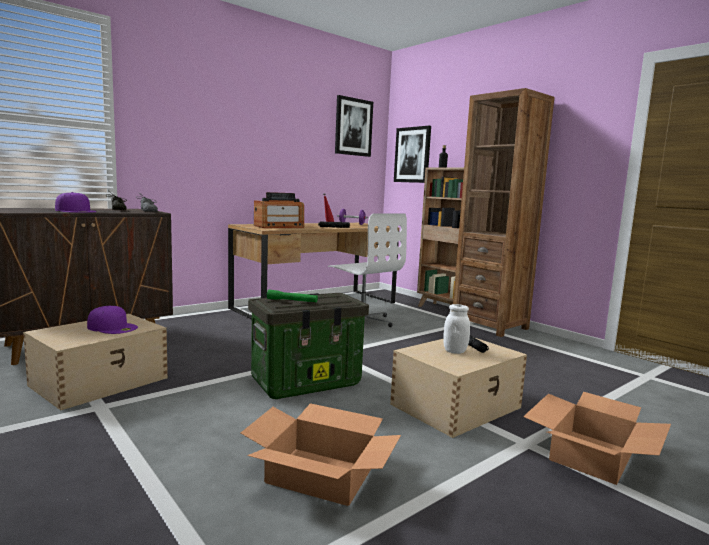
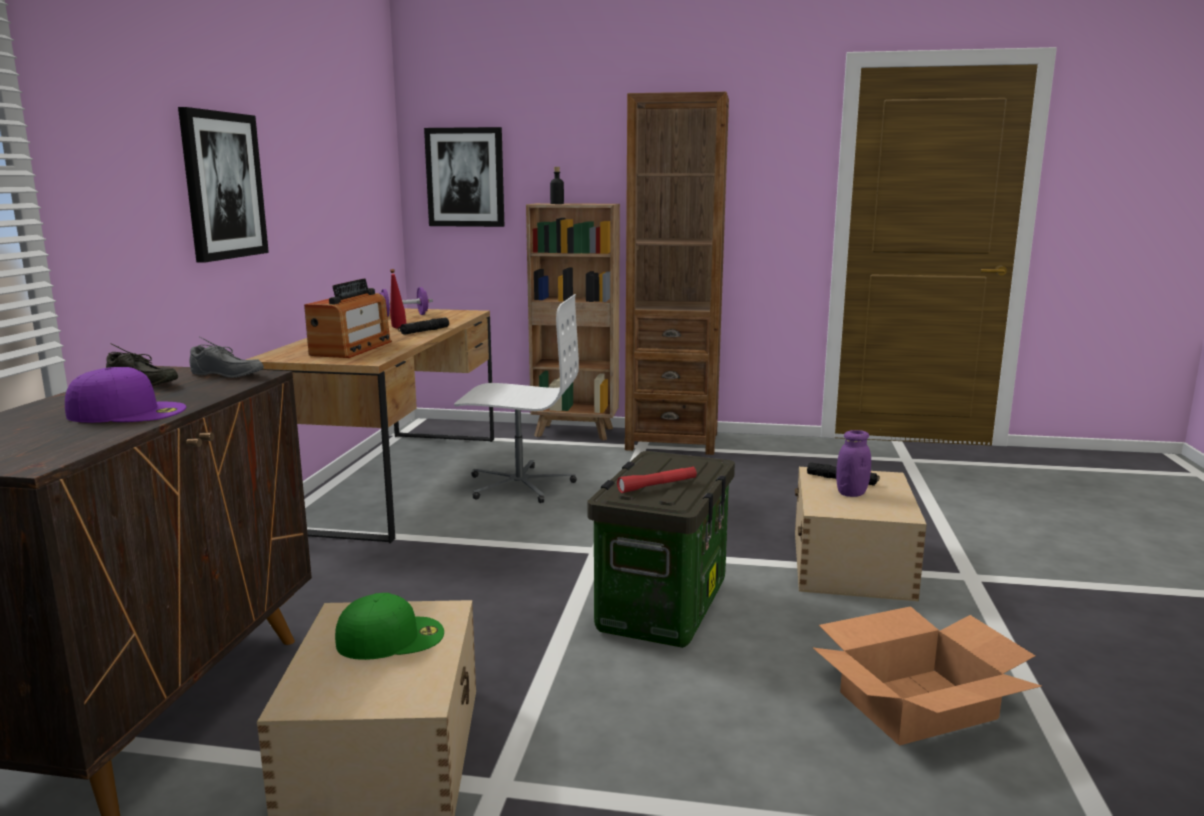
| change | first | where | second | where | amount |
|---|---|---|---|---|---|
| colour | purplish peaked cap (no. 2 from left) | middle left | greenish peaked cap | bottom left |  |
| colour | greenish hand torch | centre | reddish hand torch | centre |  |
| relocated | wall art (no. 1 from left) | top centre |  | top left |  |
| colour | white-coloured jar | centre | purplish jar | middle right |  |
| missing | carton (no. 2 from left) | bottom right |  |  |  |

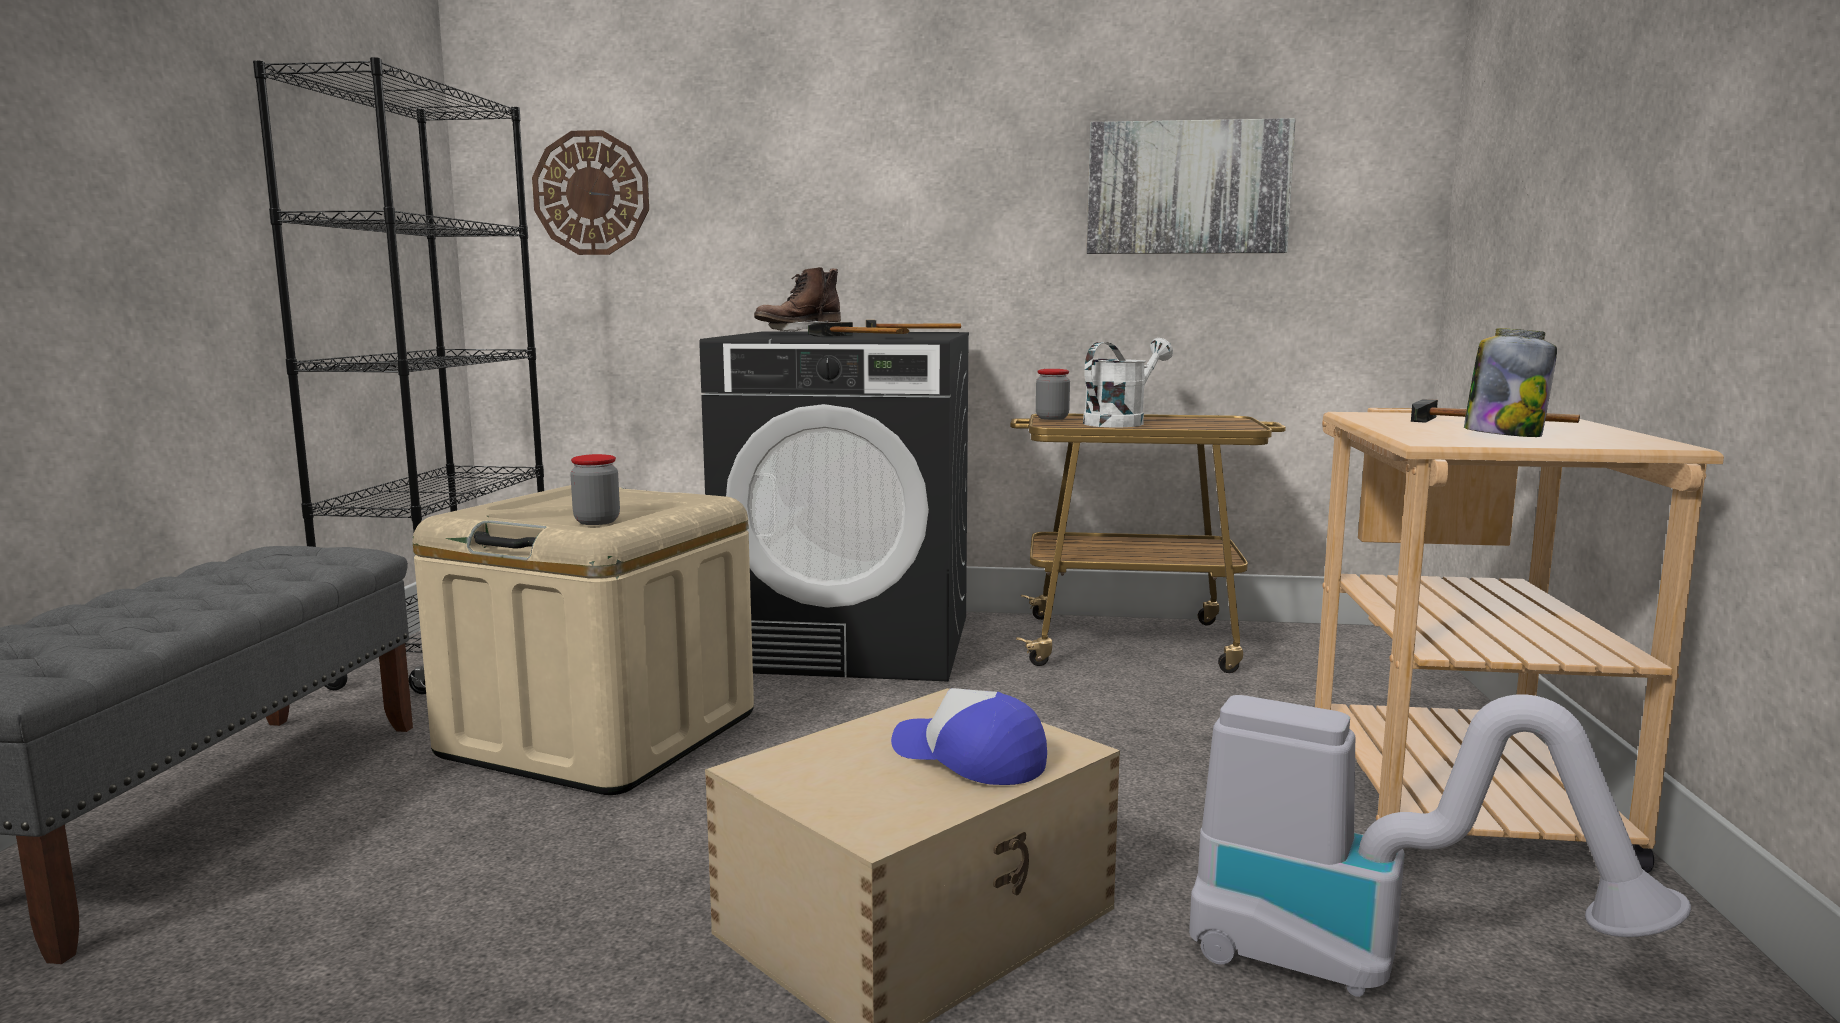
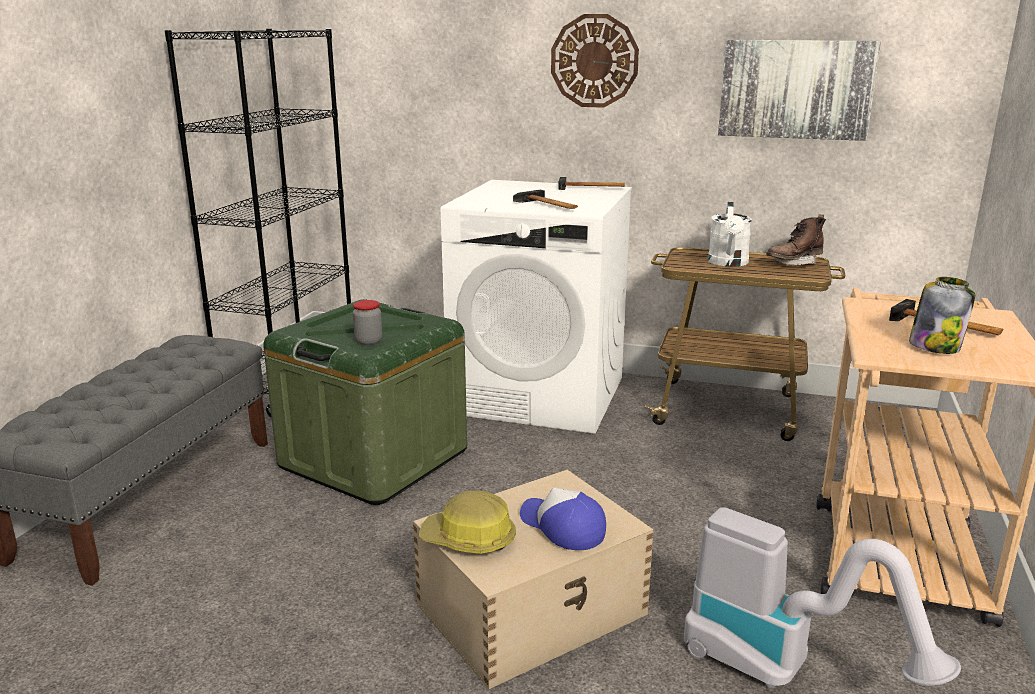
| change | first | where | second | where | amount |
|---|---|---|---|---|---|
| colour | beige-coloured storage container (no. 1 from left) | middle left | greenish storage container | centre |  |
| relocated | clock on the wall | top left |  | top centre |  |
| colour | black-coloured laundry machine | centre | white-coloured laundry machine | centre |  |
| relocated | brown boot | top centre |  | middle right |  |
| missing | jar (no. 2 from left) | centre |  |  |  |
| spun | white-coloured watering can | centre |  | middle right | 135 degrees clockwise |
| appeared |  |  | work helmet | bottom centre |  |

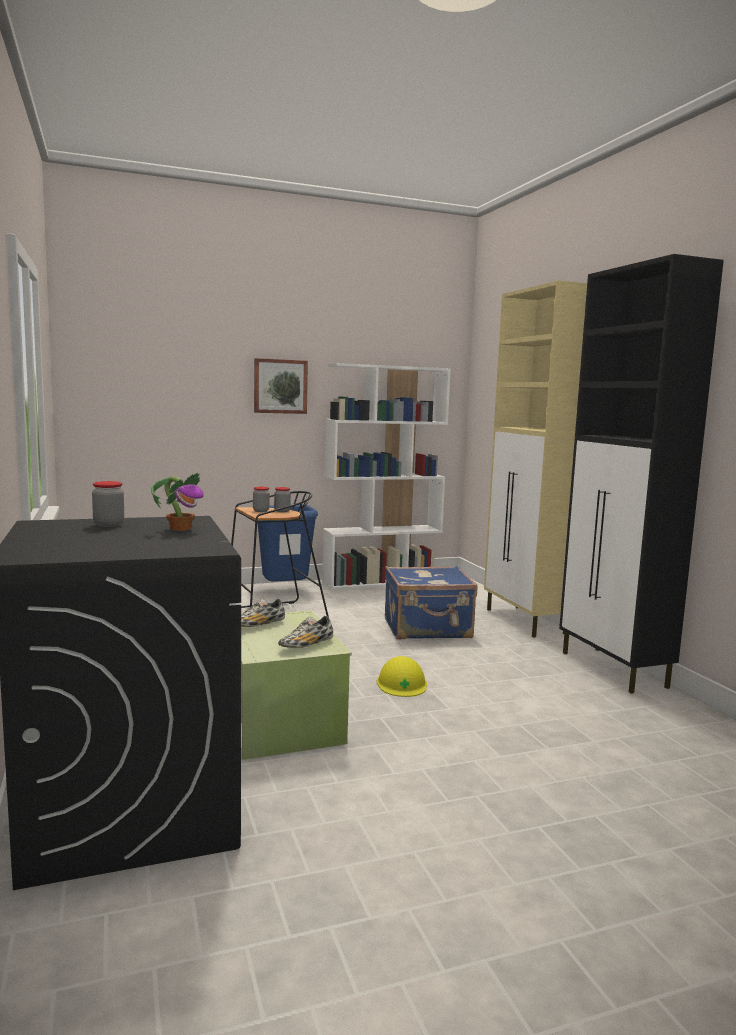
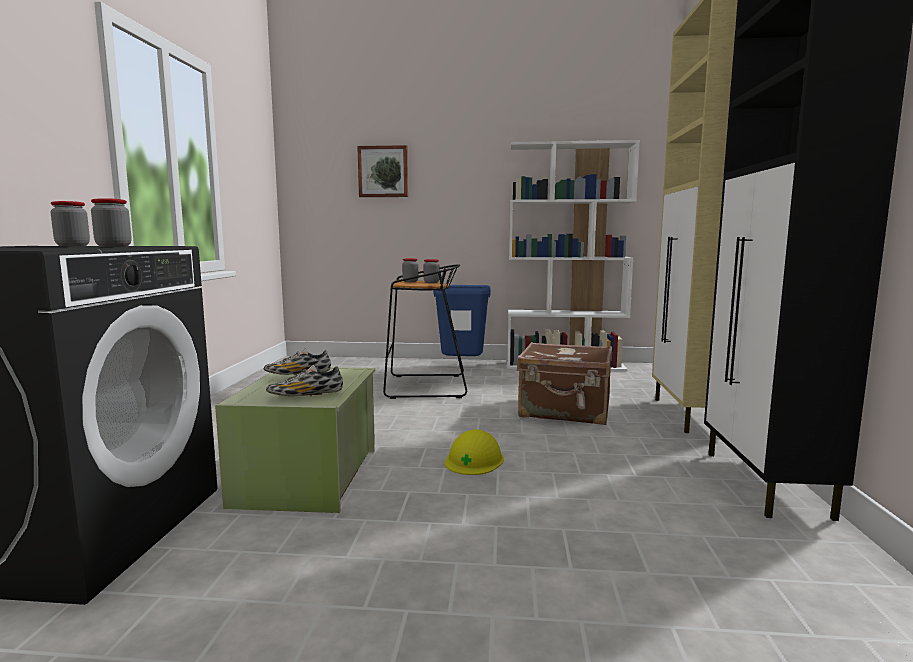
| change | first | where | second | where | amount |
|---|---|---|---|---|---|
| exchanged | houseplant | middle left | jar (no. 2 from left) | middle left |  |
| relocated | wall art | centre |  | top centre |  |
| colour | blue-coloured suitcase | centre | brown suitcase | centre |  |

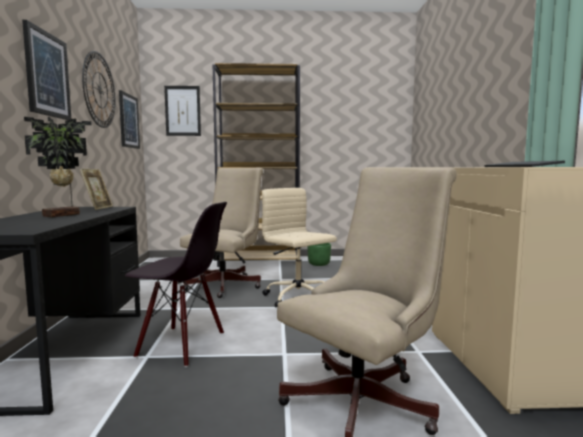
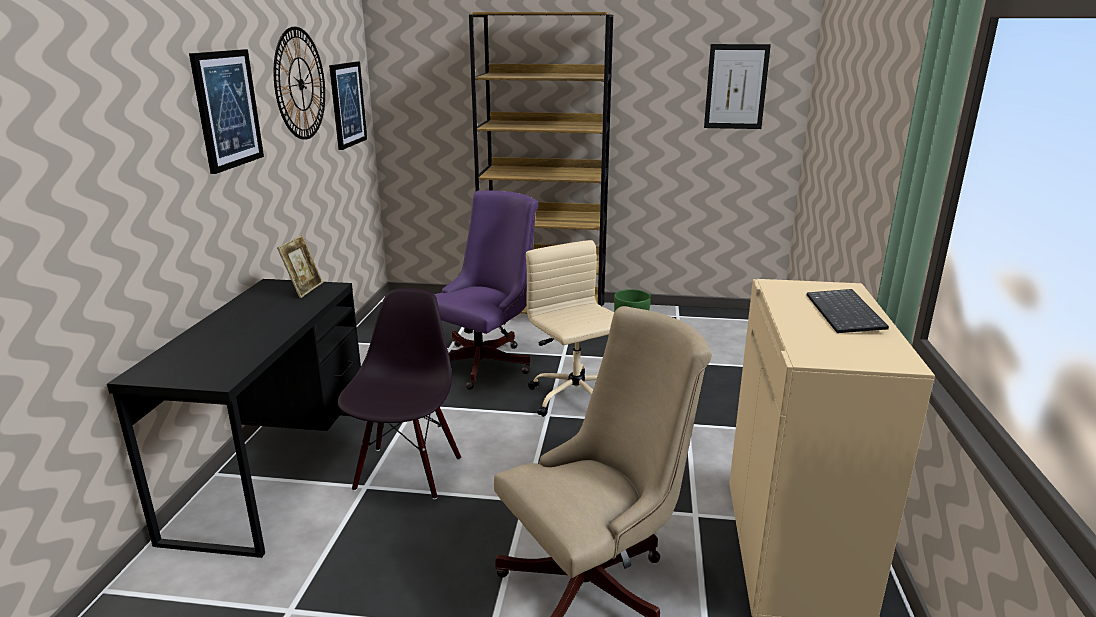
| change | first | where | second | where | amount |
|---|---|---|---|---|---|
| missing | houseplant | middle left |  |  |  |
| spun | black-coloured chair | middle left |  | centre | 105 degrees counterclockwise |
| relocated | wall art (no. 3 from left) | top left |  | top right |  |
| colour | beige-coloured office chair (no. 1 from left) | centre | purplish office chair | centre |  |

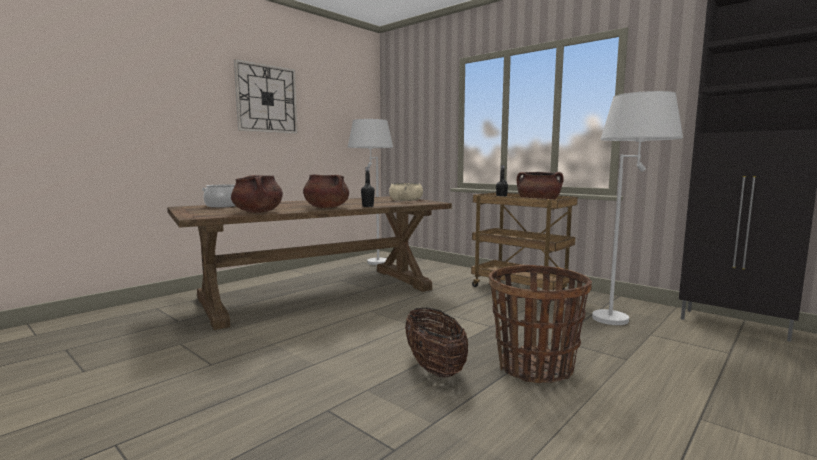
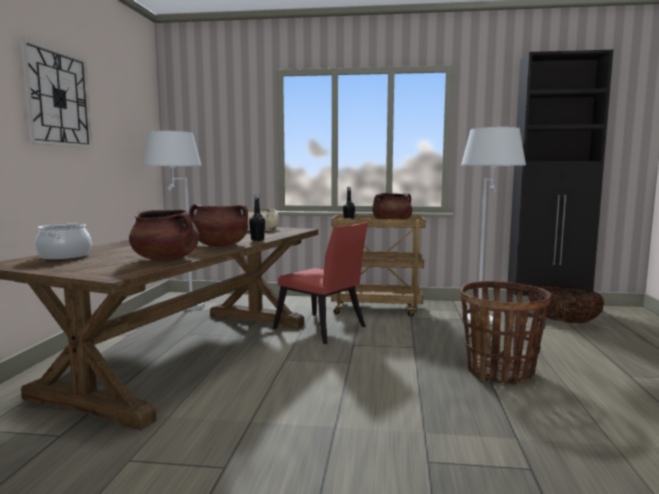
| change | first | where | second | where | amount |
|---|---|---|---|---|---|
| relocated | household basket (no. 1 from left in the first image) | bottom centre | household basket (no. 2 from left) | middle right |  |
| appeared |  |  | reddish chair | centre |  |

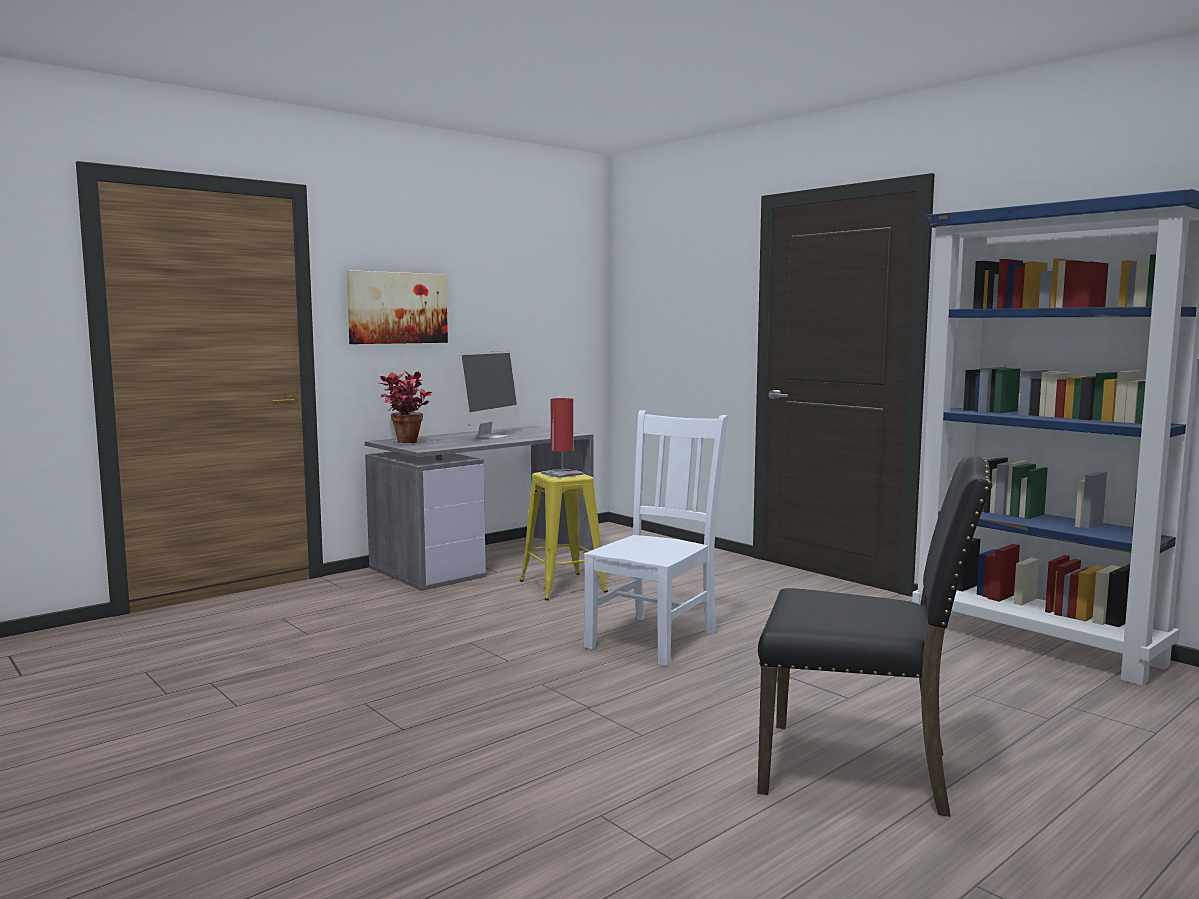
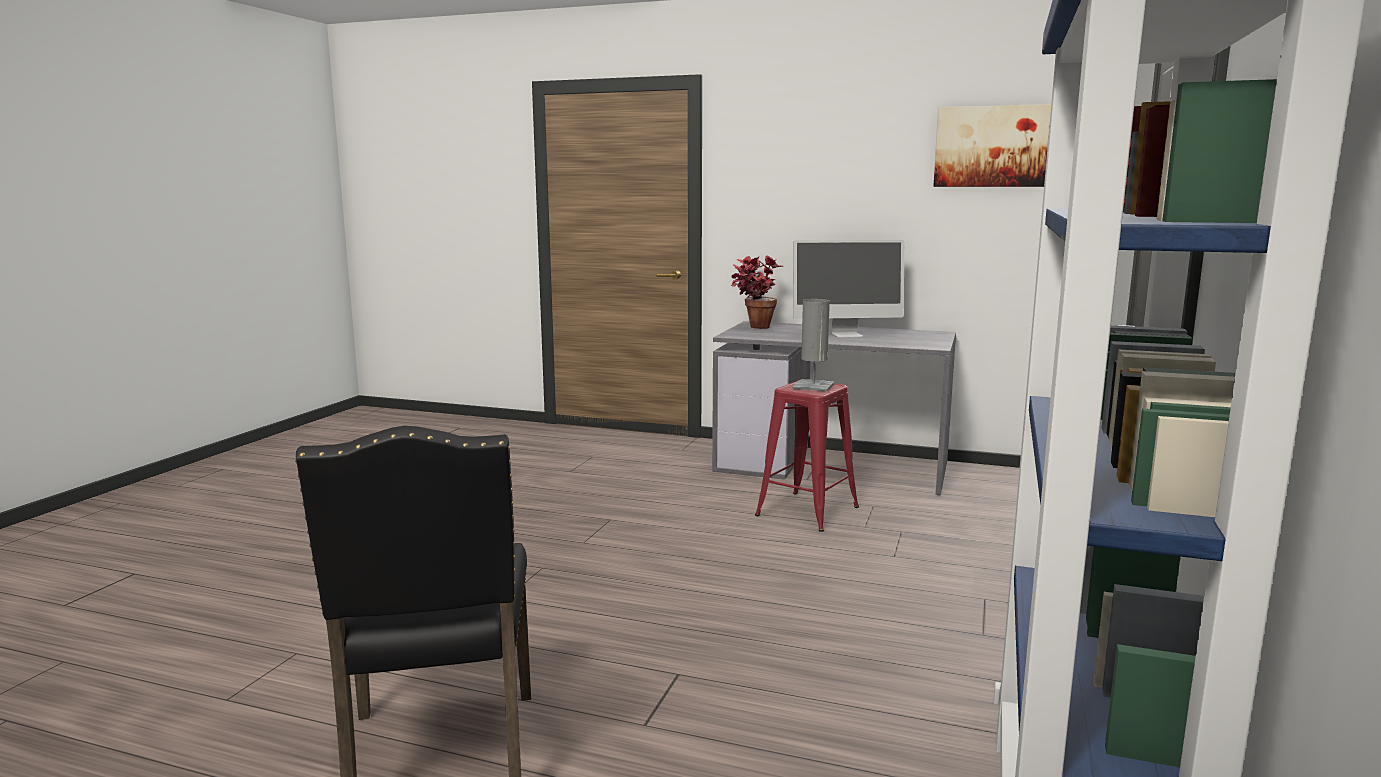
| change | first | where | second | where | amount |
|---|---|---|---|---|---|
| relocated | wall art | middle left |  | top right |  |
| colour | yellow-coloured stool seat | centre | reddish stool seat | centre |  |
| colour | reddish table lamp | centre | grey table lamp | centre |  |
| missing | white-coloured chair | centre |  |  |  |

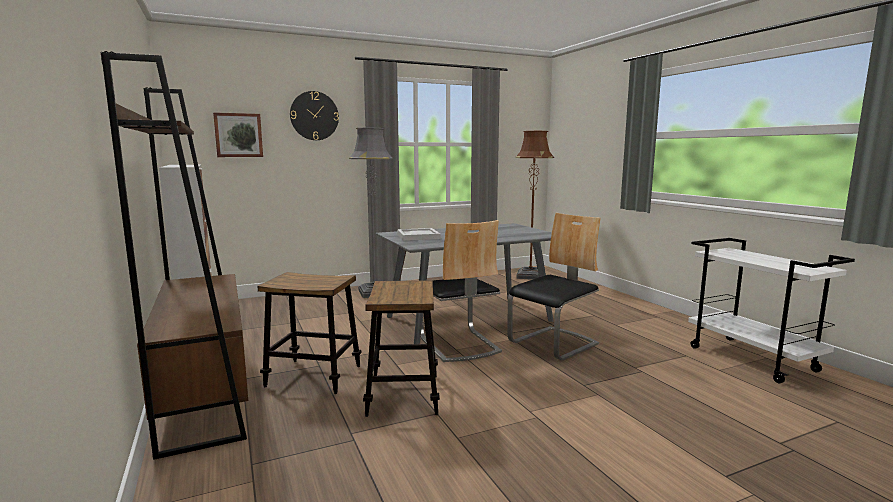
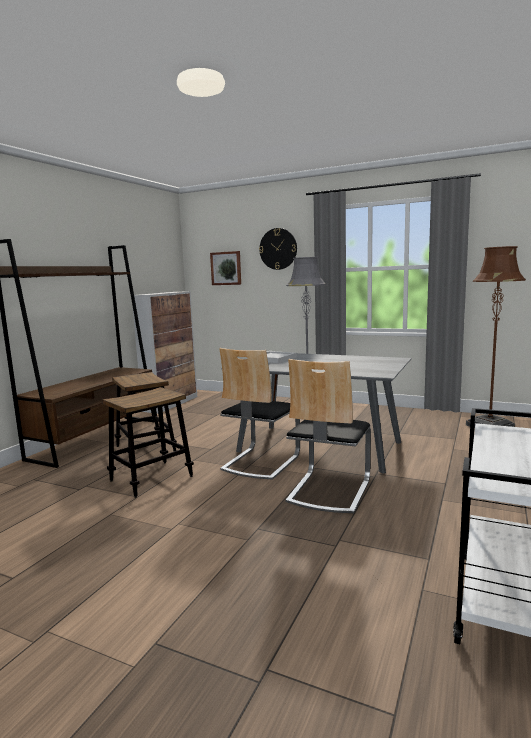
| change | first | where | second | where | amount |
|---|---|---|---|---|---|
| spun | chair (no. 2 from left) | centre |  | centre | 105 degrees clockwise |

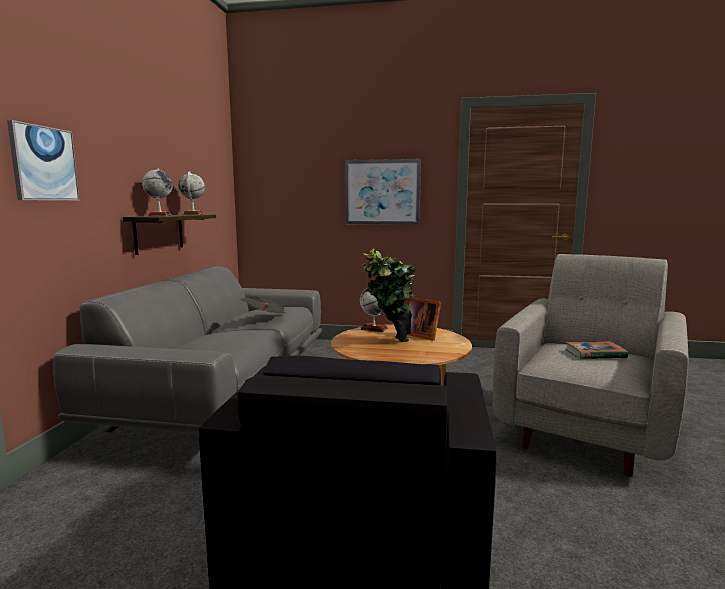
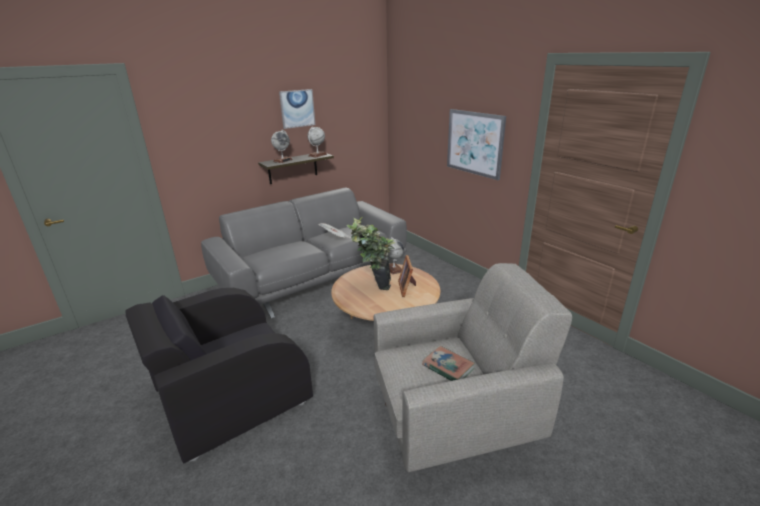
| change | first | where | second | where | amount |
|---|---|---|---|---|---|
| relocated | wall art (no. 1 from left) | top left |  | top centre |  |

